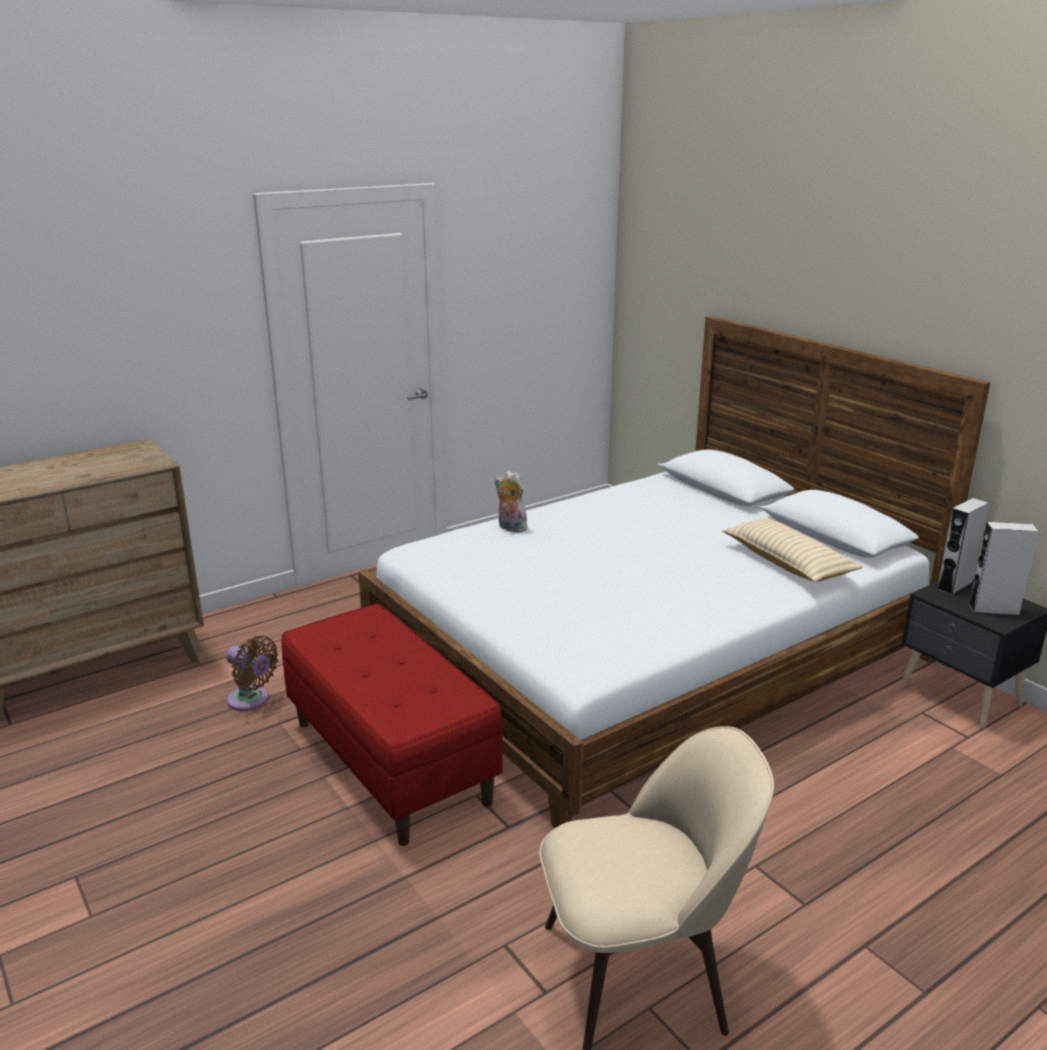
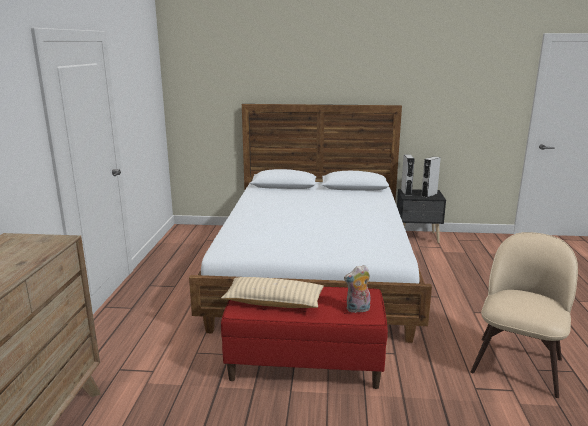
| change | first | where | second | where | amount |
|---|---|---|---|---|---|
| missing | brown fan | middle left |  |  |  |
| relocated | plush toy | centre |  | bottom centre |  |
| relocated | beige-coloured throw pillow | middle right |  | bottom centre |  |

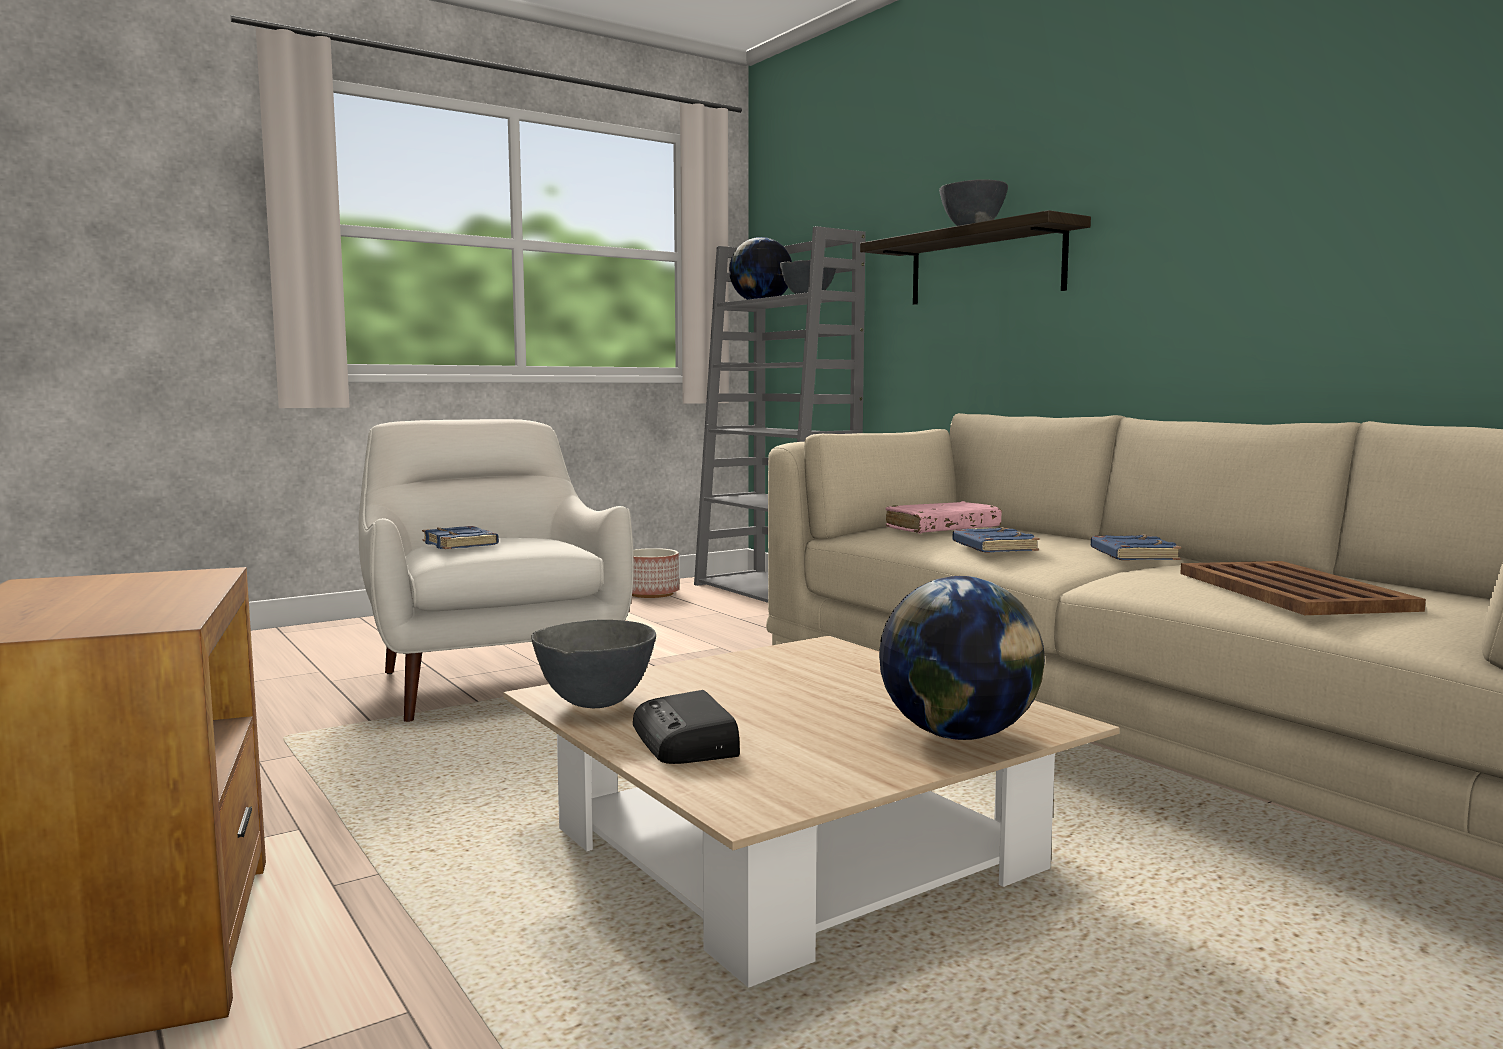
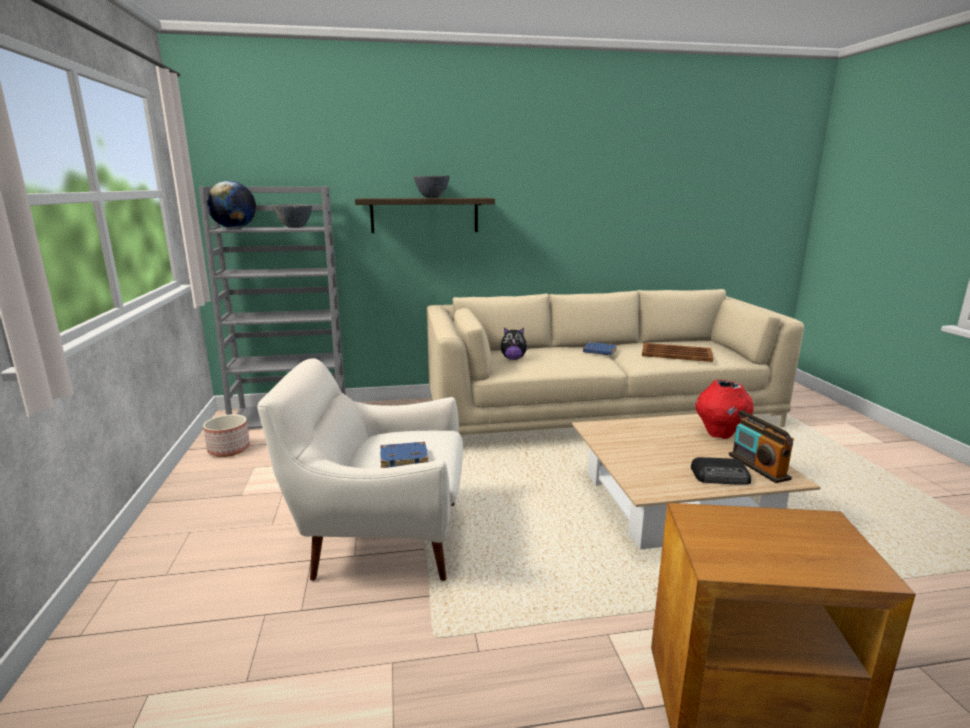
| change | first | where | second | where | amount |
|---|---|---|---|---|---|
| missing | grey serving bowl (no. 1 from left) | centre |  |  |  |
| exchanged | world globe (no. 2 from left) | centre | reddish vase | middle right |  |
| exchanged | pink-coloured book | centre | plush toy | centre |  |
| missing | blue-coloured book (no. 2 from left) | centre |  |  |  |
| appeared |  |  | radio (no. 2 from left) | middle right |  |

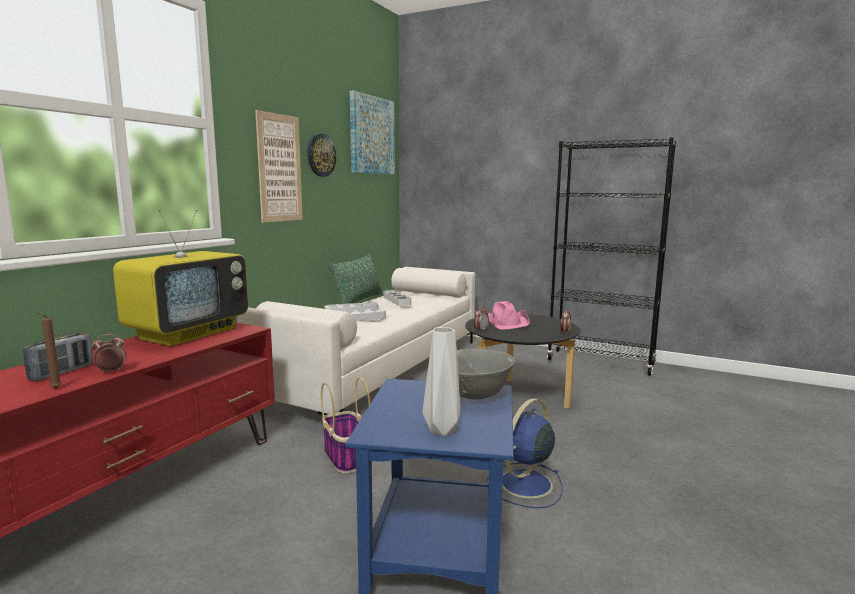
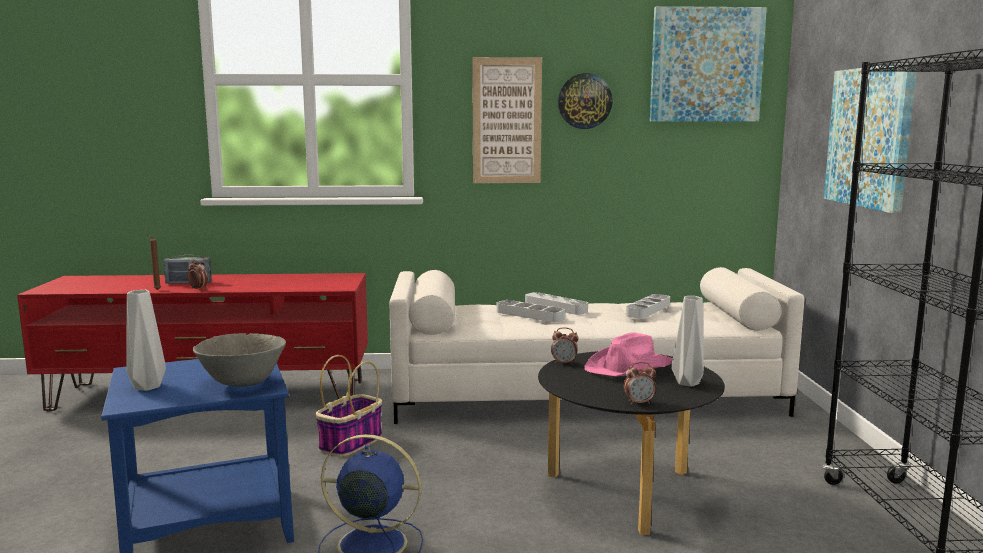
| change | first | where | second | where | amount |
|---|---|---|---|---|---|
| missing | television | middle left |  |  |  |
| missing | greenish throw pillow | centre |  |  |  |
| appeared |  |  | grey vase (no. 2 from left) | middle right |  |
| appeared |  |  | wall art (no. 3 from left) | top right |  |

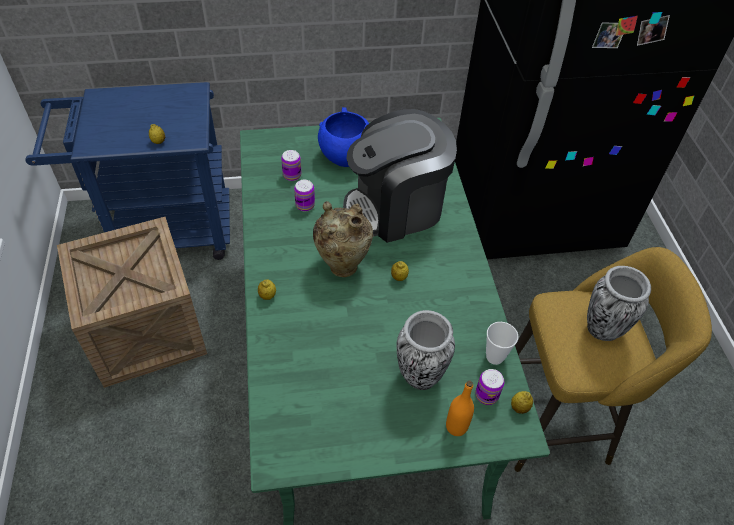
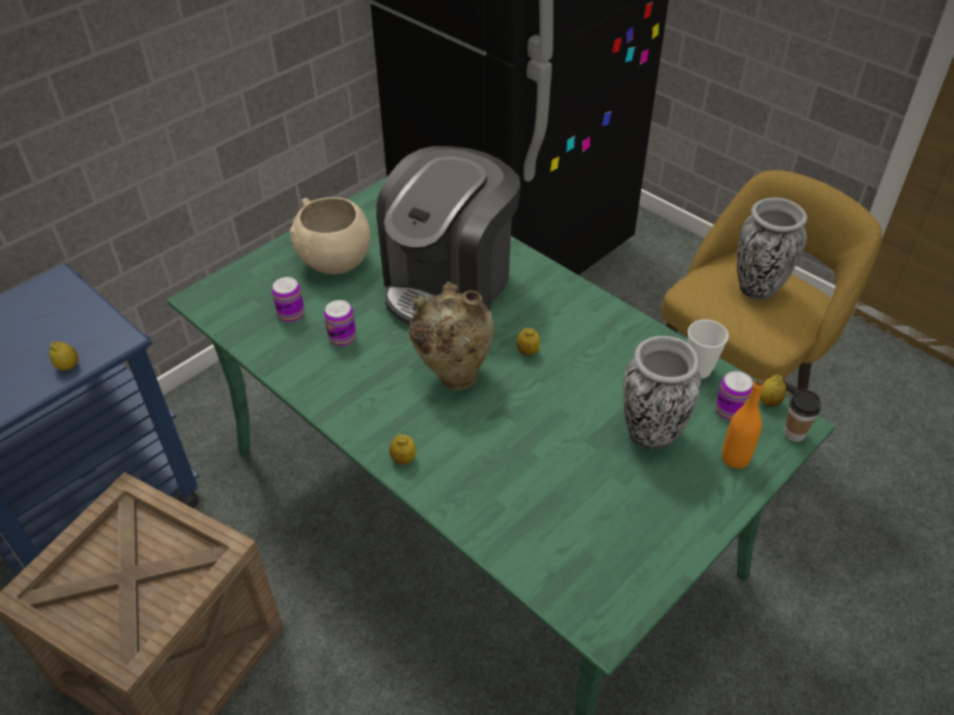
| change | first | where | second | where | amount |
|---|---|---|---|---|---|
| colour | blue-coloured serving bowl | top centre | beige-coloured serving bowl | top centre |  |
| appeared |  |  | drinking cup (no. 2 from left) | middle right |  |

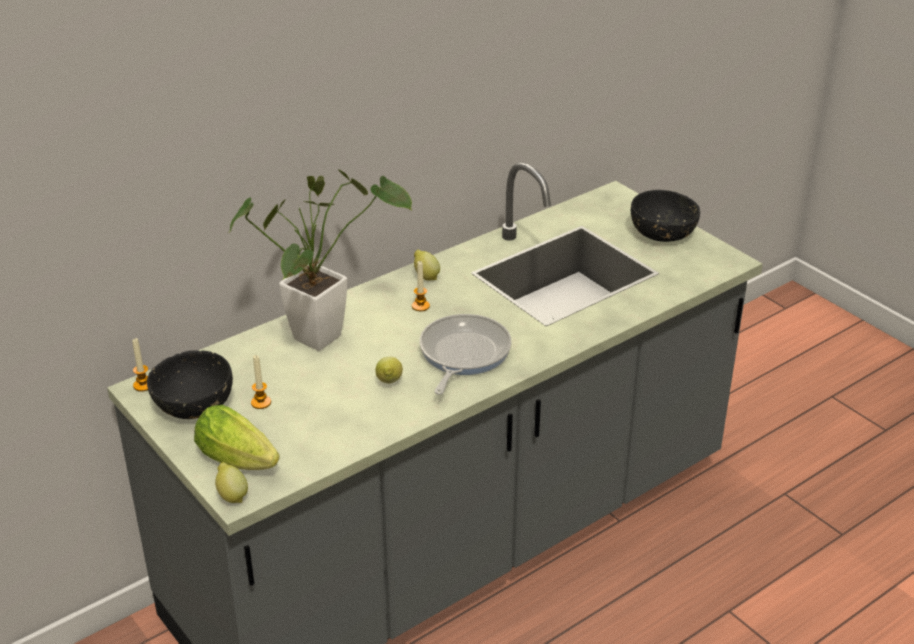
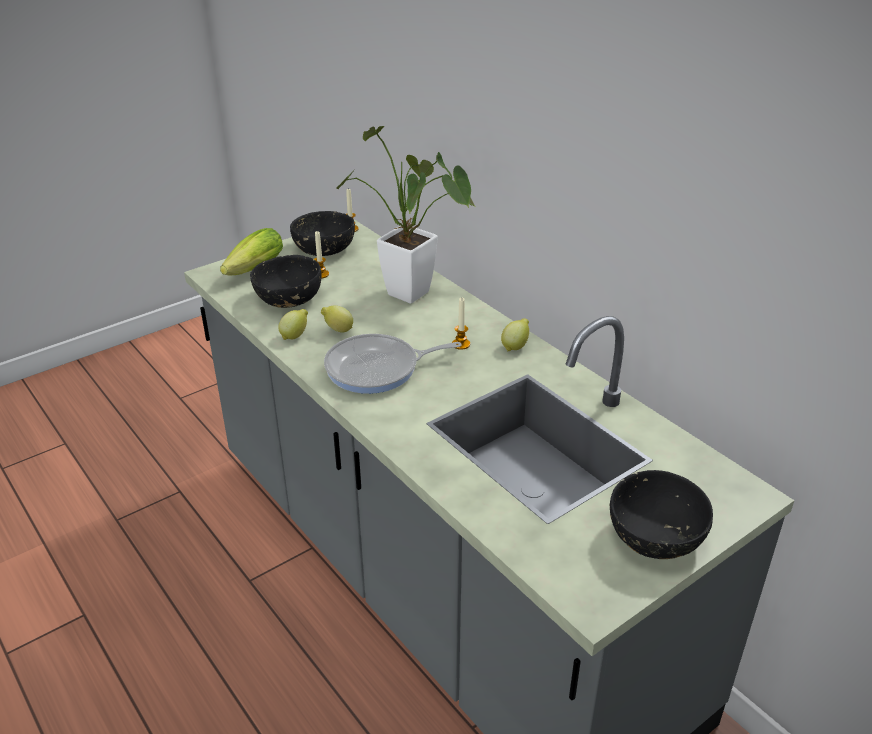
| change | first | where | second | where | amount |
|---|---|---|---|---|---|
| relocated | lemon (no. 1 from left) | bottom left |  | centre |  |
| spun | pan | centre |  | centre | 150 degrees clockwise |
| appeared |  |  | black-coloured serving bowl (no. 1 from left) | middle left |  |

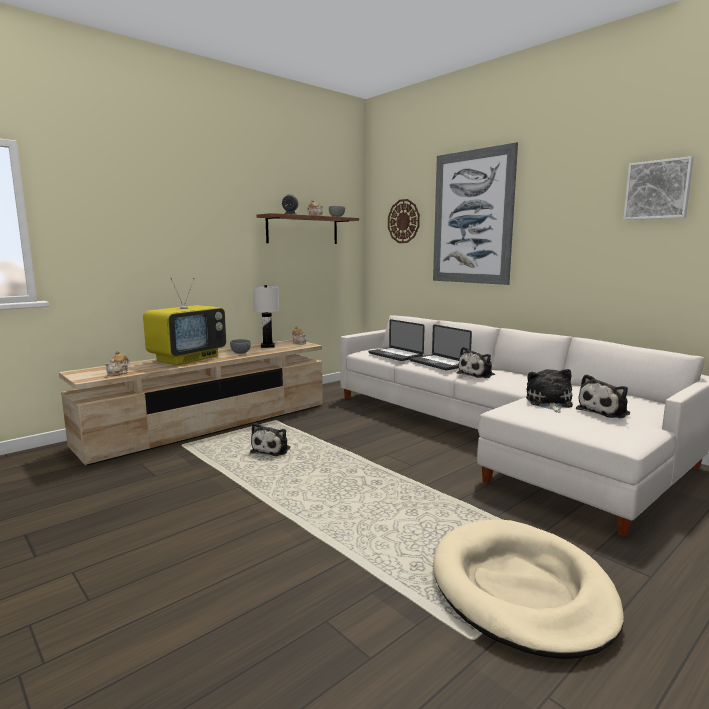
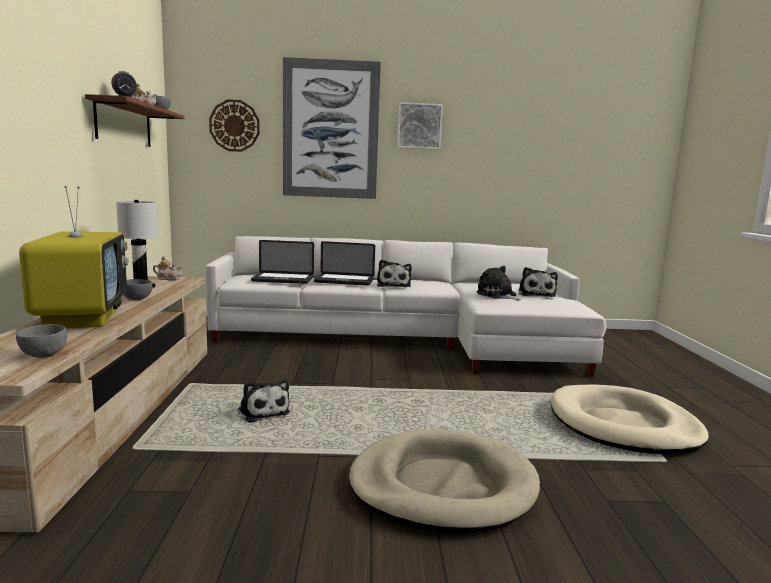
| change | first | where | second | where | amount |
|---|---|---|---|---|---|
| exchanged | tea pot (no. 1 from left) | middle left | grey serving bowl (no. 1 from left) | middle left |  |
| relocated | wall art (no. 2 from left) | top right |  | top centre |  |
| appeared |  |  | beige-coloured dog bed (no. 1 from left) | bottom centre |  |

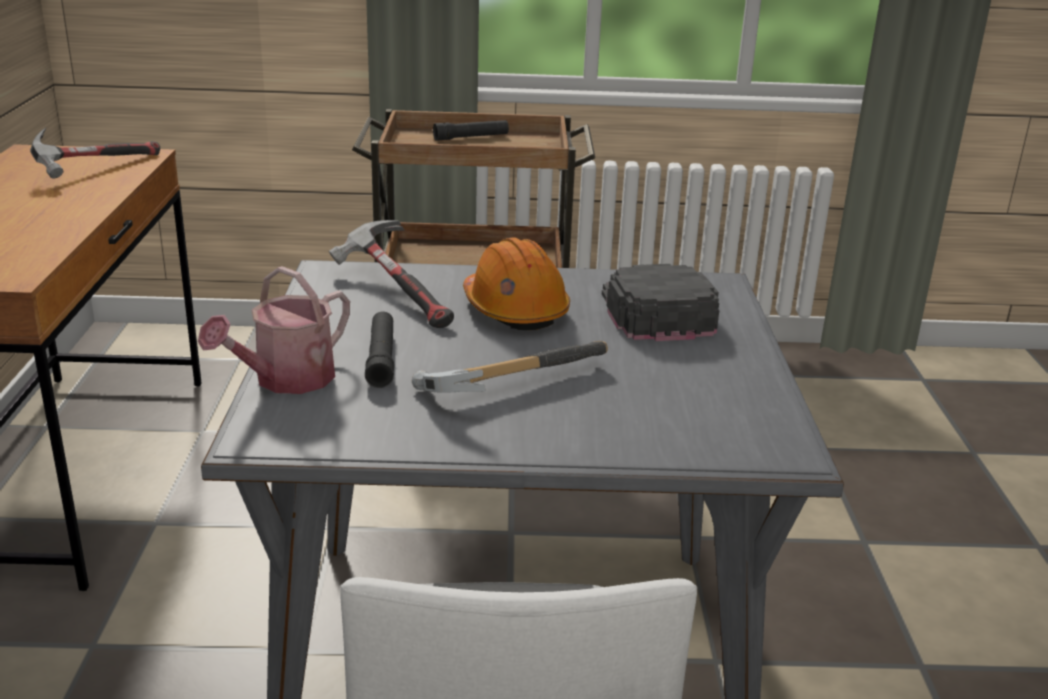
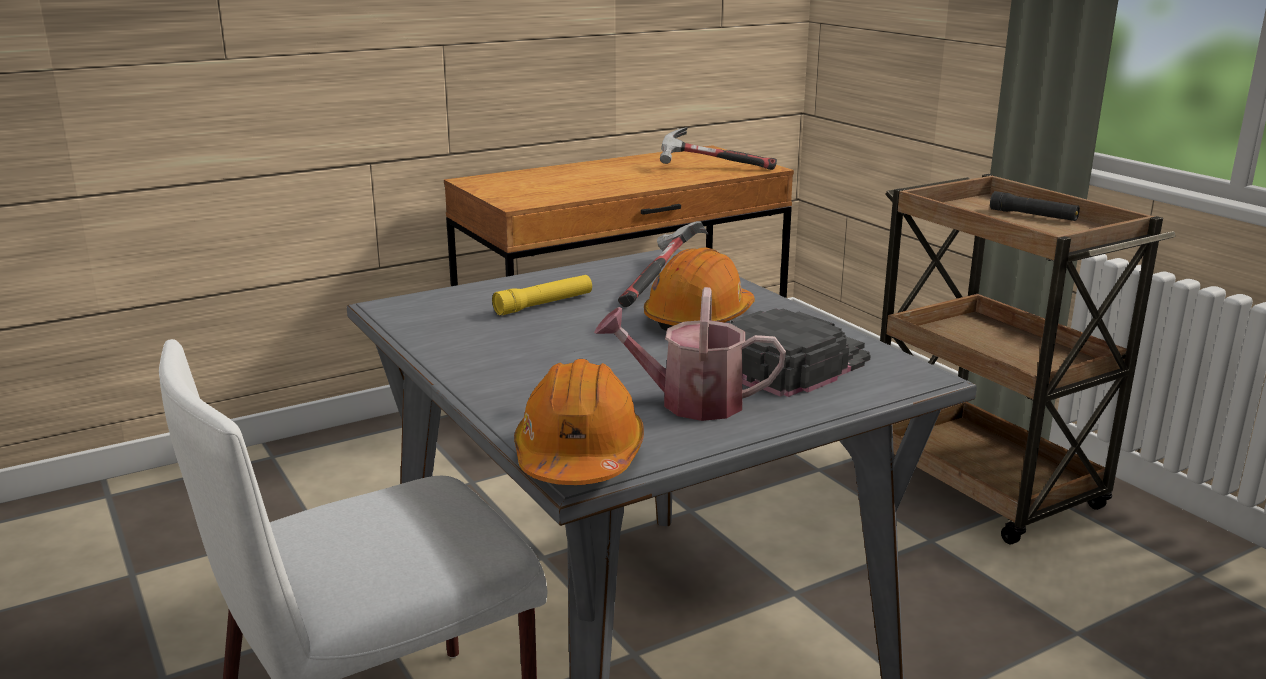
| change | first | where | second | where | amount |
|---|---|---|---|---|---|
| relocated | watering can | middle left |  | centre |  |
| colour | black-coloured hand torch (no. 1 from left) | centre | yellow-coloured hand torch | centre |  |
| missing | hammer (no. 3 from left) | centre |  |  |  |
| appeared |  |  | orange-coloured work helmet (no. 1 from left) | centre |  |

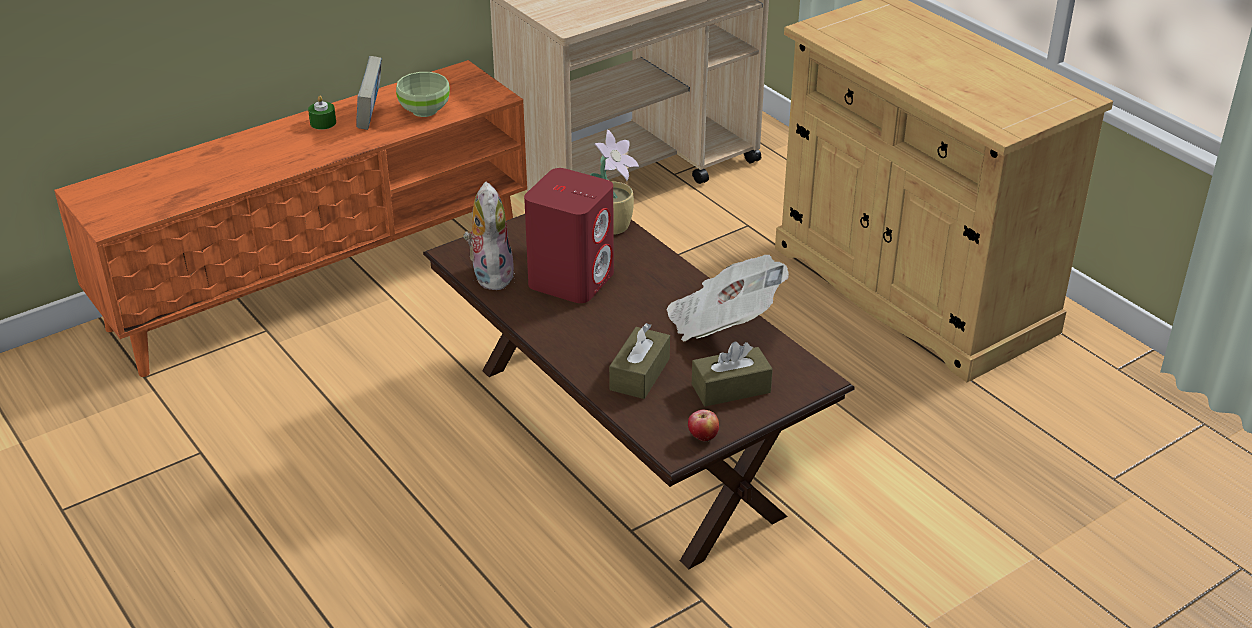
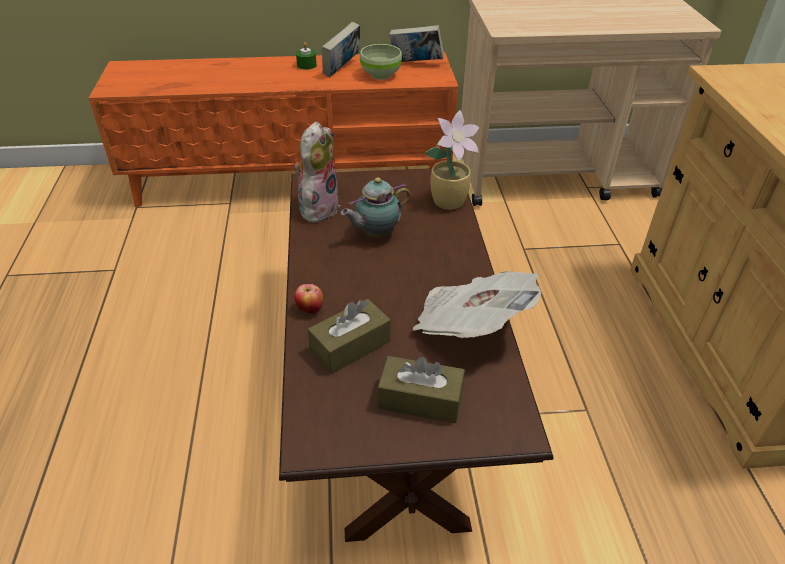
| change | first | where | second | where | amount |
|---|---|---|---|---|---|
| exchanged | reddish loudspeaker | centre | tea pot | centre |  |
| relocated | apple fruit | bottom centre |  | centre |  |
| appeared |  |  | book (no. 2 from left) | top centre |  |

